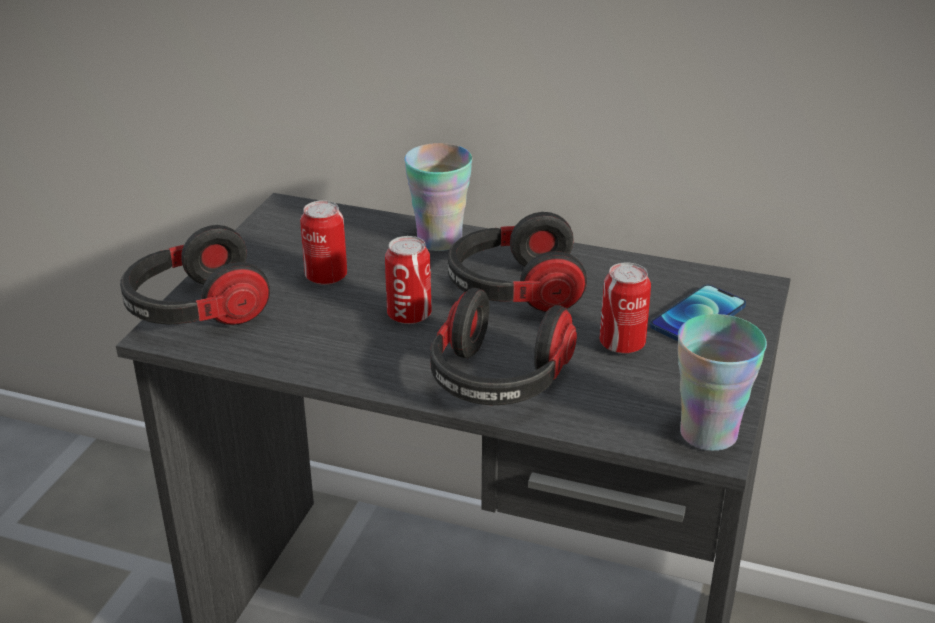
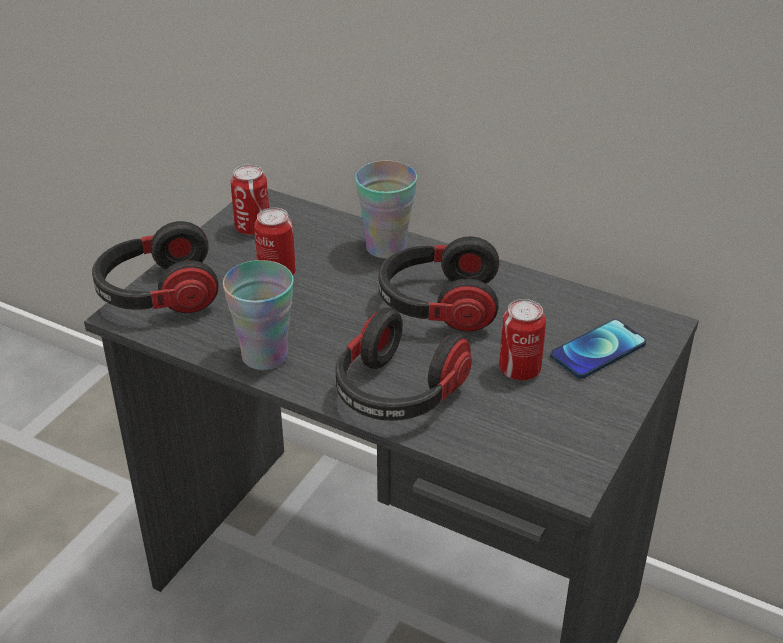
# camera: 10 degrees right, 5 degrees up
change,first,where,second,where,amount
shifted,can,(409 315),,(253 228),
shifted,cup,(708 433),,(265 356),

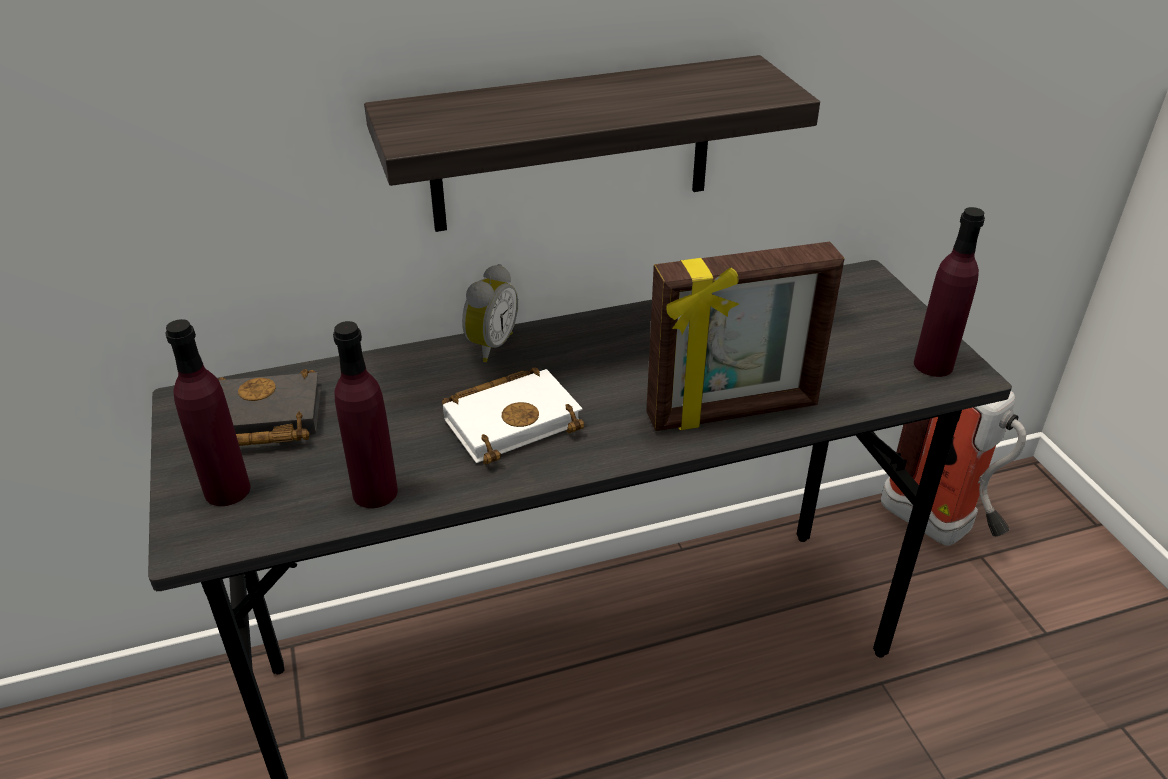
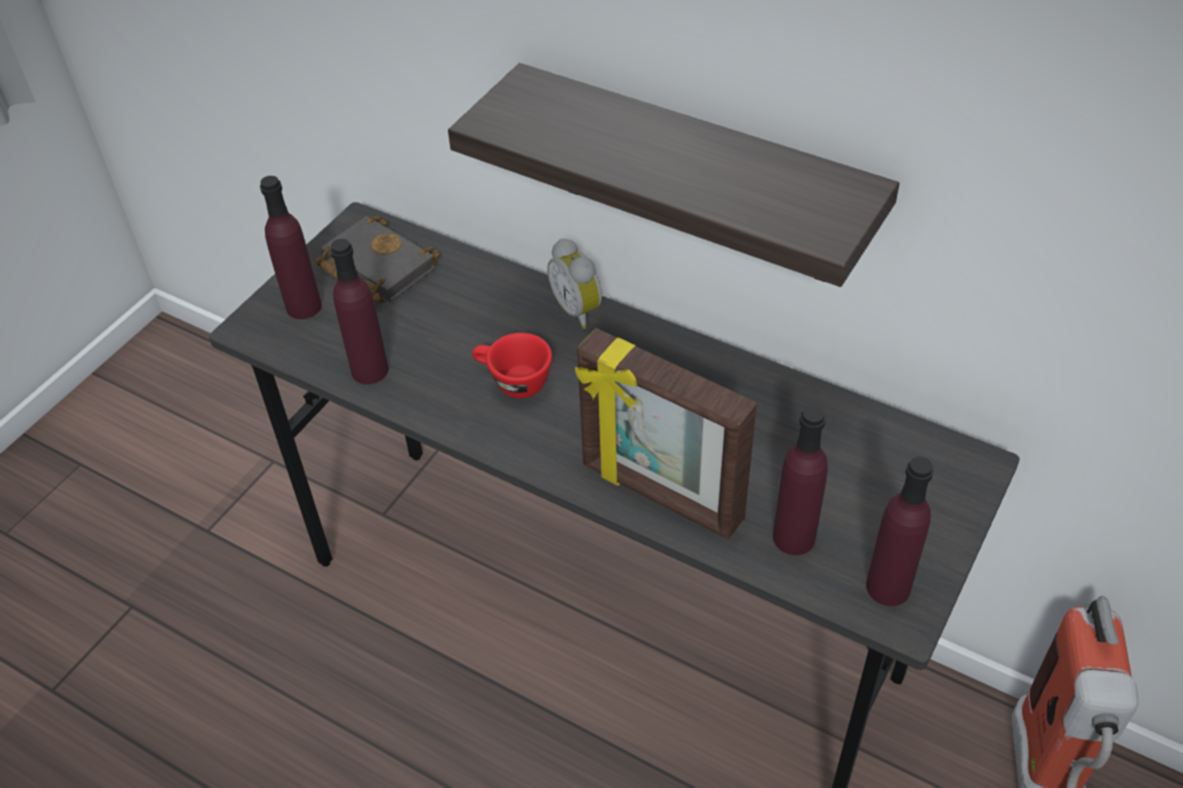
# camera: 50 degrees right, 10 degrees up
change,first,where,second,where,amount
new,,,bottle in purple,(794 537),
swapped,book in white,(513 419),cup in red,(512 382),
rotated,alarm clock,(489 345),,(579 310),75 degrees clockwise

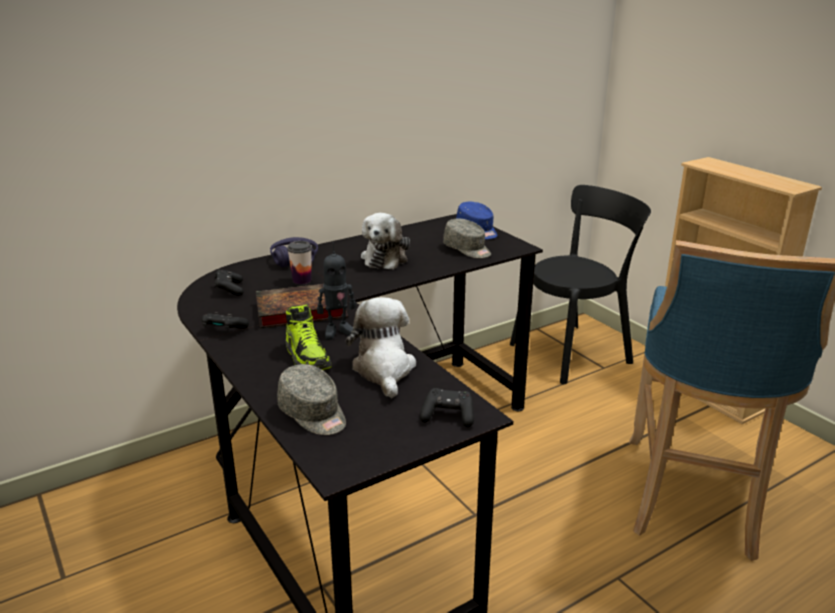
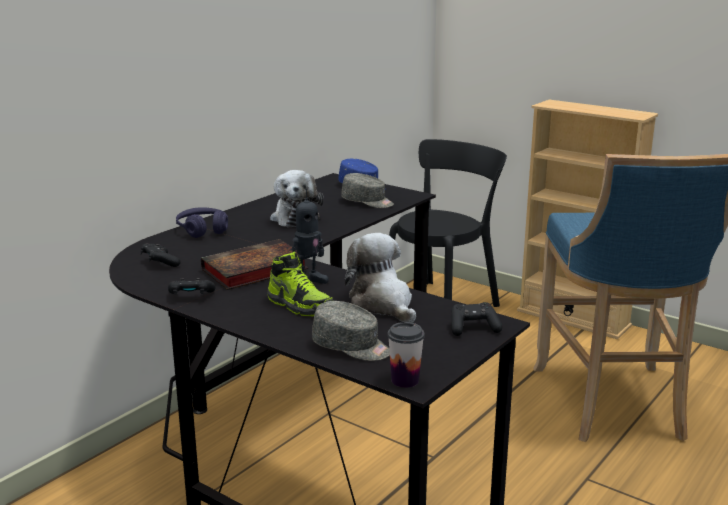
# camera: 20 degrees left, 5 degrees down
change,first,where,second,where,amount
shifted,cup,(302 280),,(405 380),

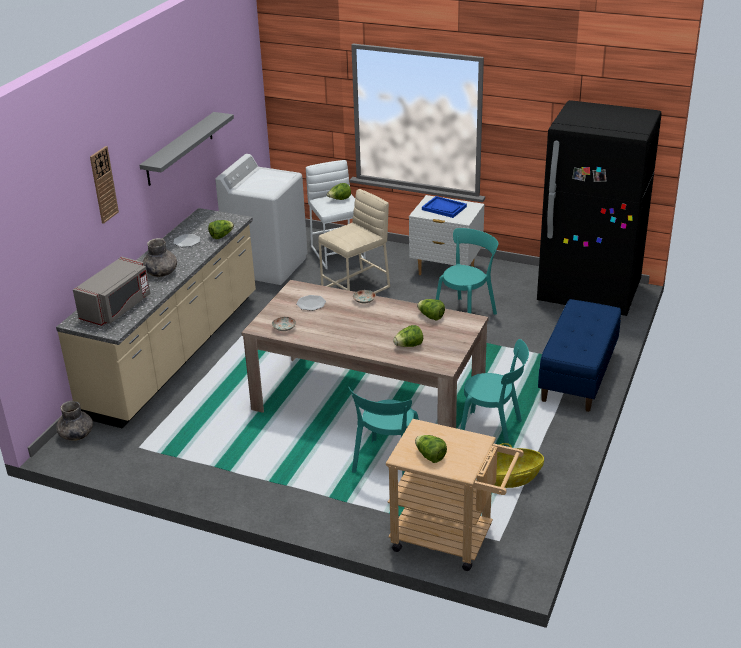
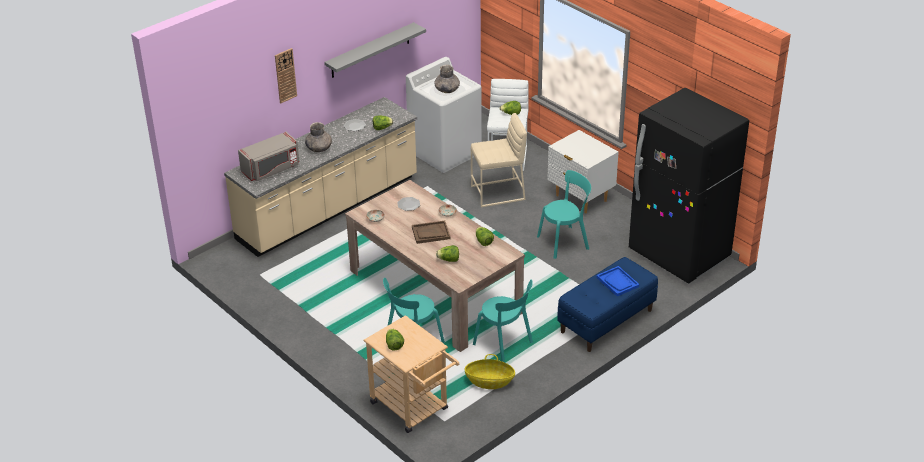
# camera: 25 degrees right, 5 degrees up
change,first,where,second,where,amount
new,,,tray in brown,(430 233),
shifted,vase in grey,(76 434),,(447 90),
shifted,tray in blue,(444 208),,(617 282),

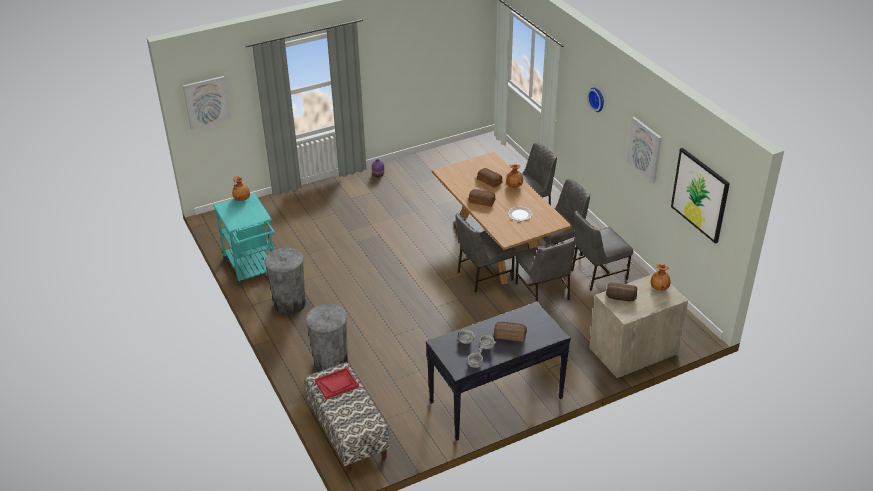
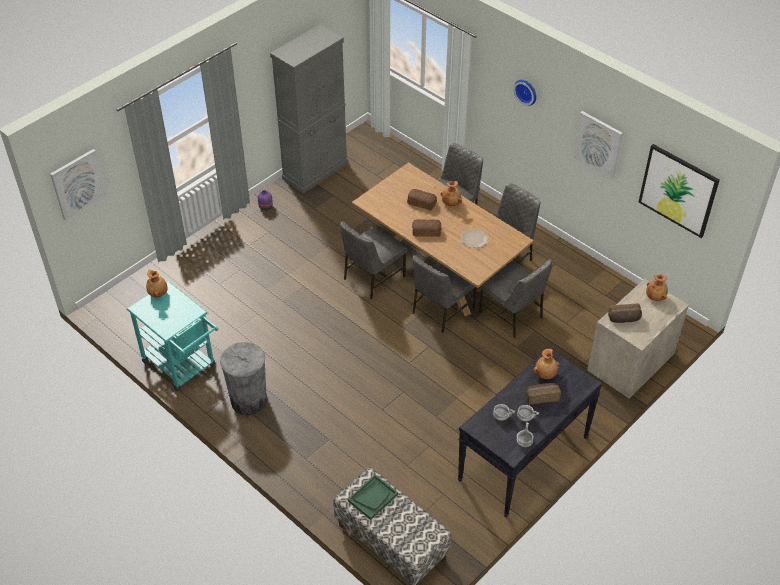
# camera: 20 degrees left, 10 degrees up
change,first,where,second,where,amount
gone,trash can in grey,(331 363),,,
new,,,cabinet in grey,(315 171),
new,,,vase in brown,(545 374),
shifted,chair in grey,(597 274),,(372 277),
repainted,tray in red,(336 384),tray in green,(373 497),

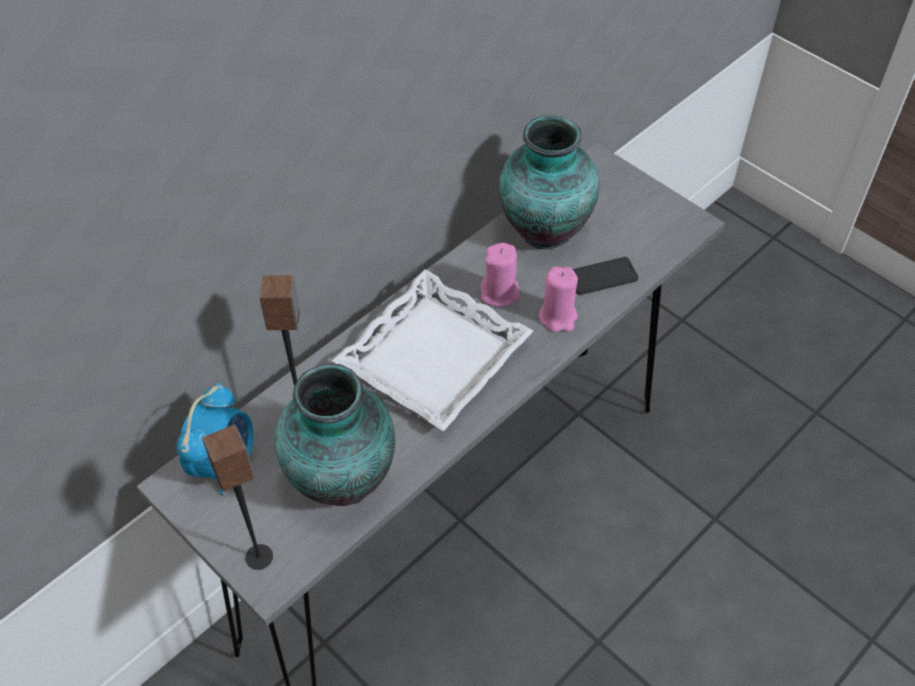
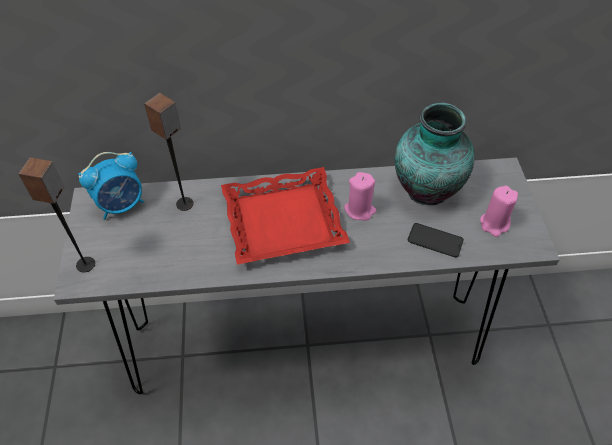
# camera: 40 degrees right, 0 degrees up
change,first,where,second,where,amount
gone,vase,(341 476),,,
shifted,candle in pink,(558 317),,(494 224),
repainted,tray in white,(433 356),tray in red,(283 220),

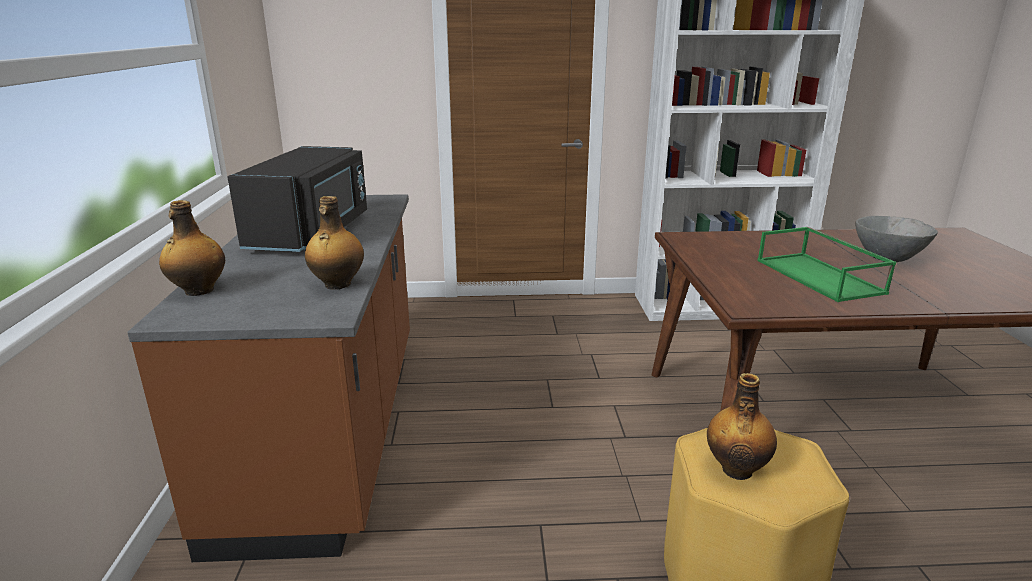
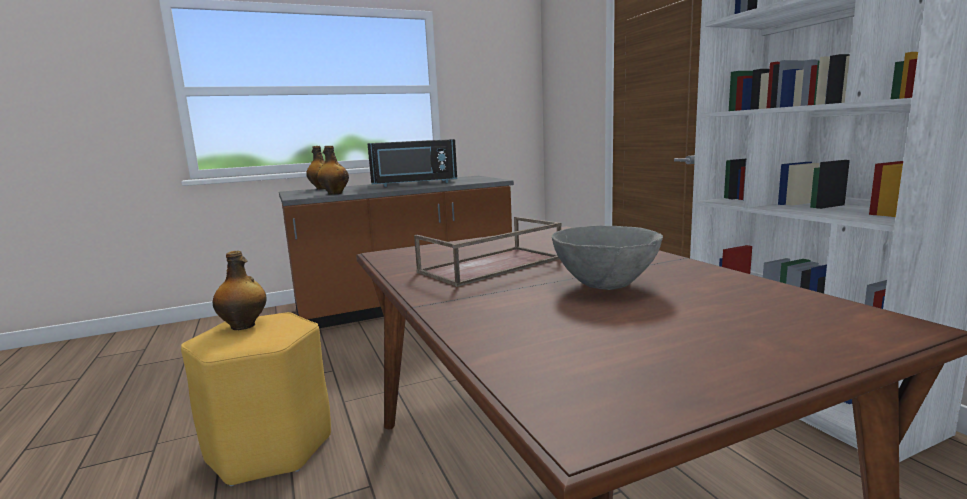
# camera: 70 degrees right, 10 degrees down
change,first,where,second,where,amount
repainted,tray in green,(820 276),tray in brown,(491 266),

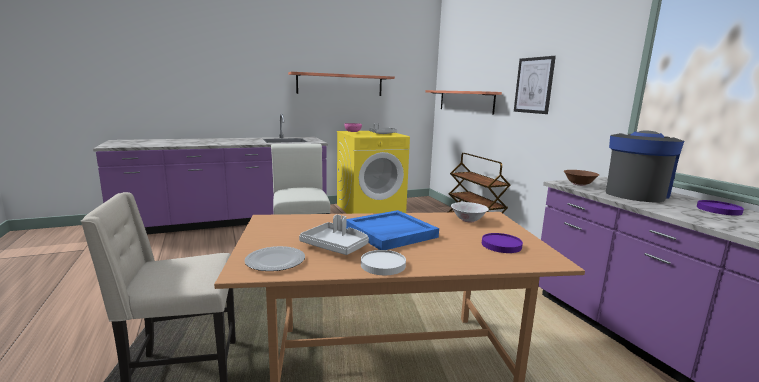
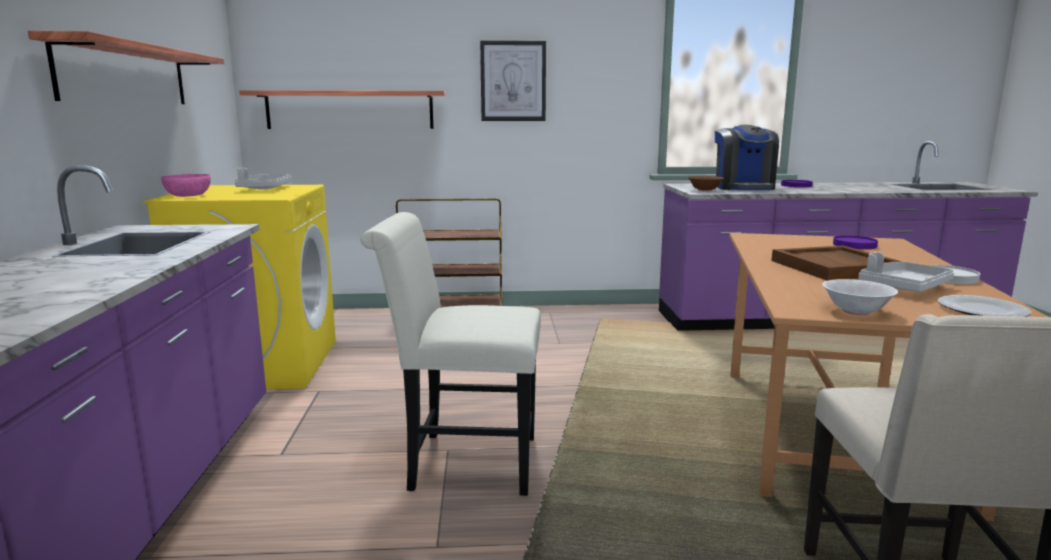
# camera: 70 degrees left, 0 degrees up
change,first,where,second,where,amount
shifted,bowl in white,(468 220),,(856 311),
repainted,tray in blue,(390 233),tray in brown,(836 267),
rotated,coffee machine,(635 193),,(743 187),150 degrees counterclockwise

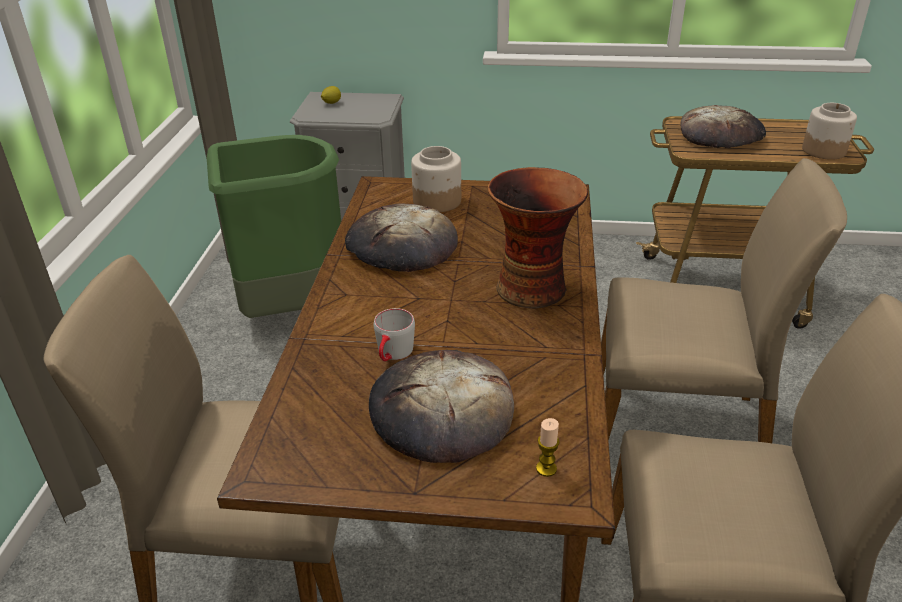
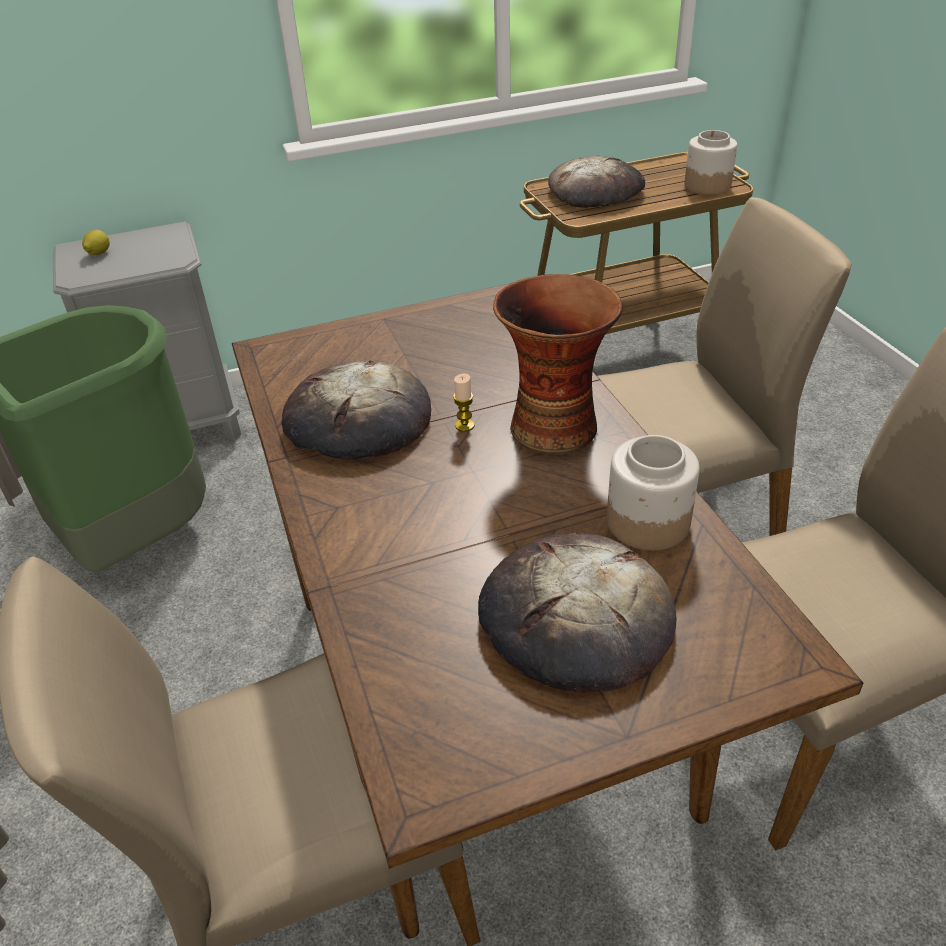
# camera: 25 degrees left, 5 degrees up
change,first,where,second,where,amount
gone,mug in grey,(393 355),,,
shifted,jar,(436 201),,(647 522),
shifted,candle,(546 468),,(464 425),

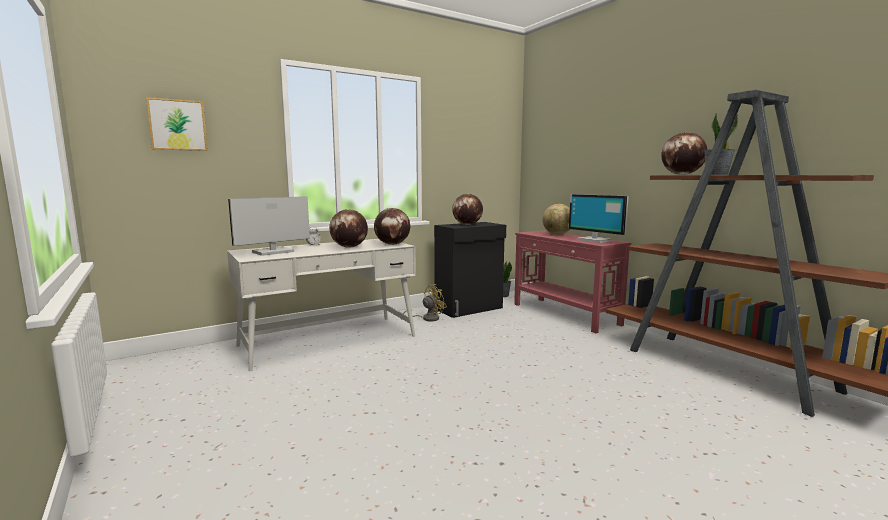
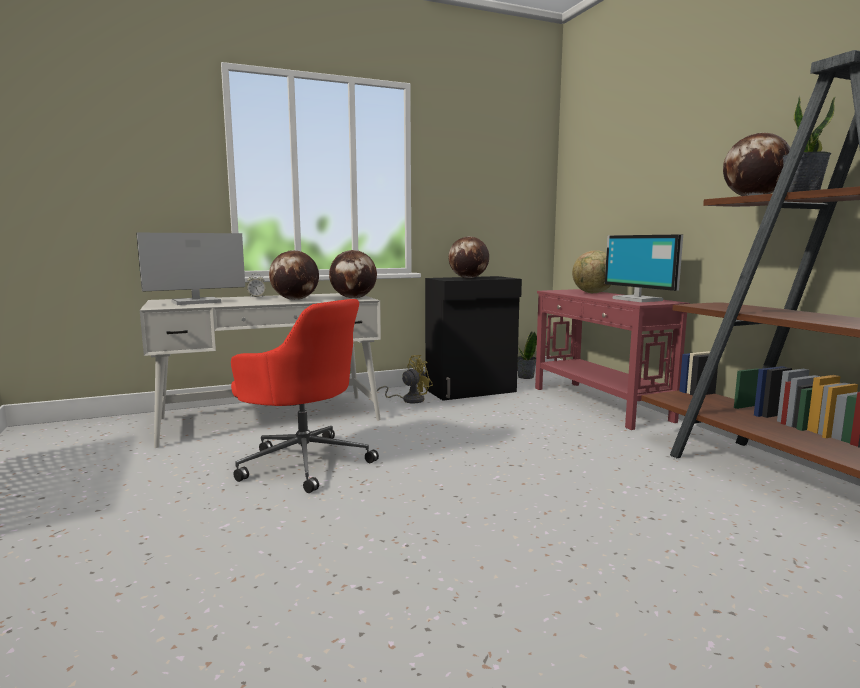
# camera: 10 degrees right, 0 degrees up
change,first,where,second,where,amount
gone,picture,(177 125),,,
new,,,office chair in red,(304 462),

